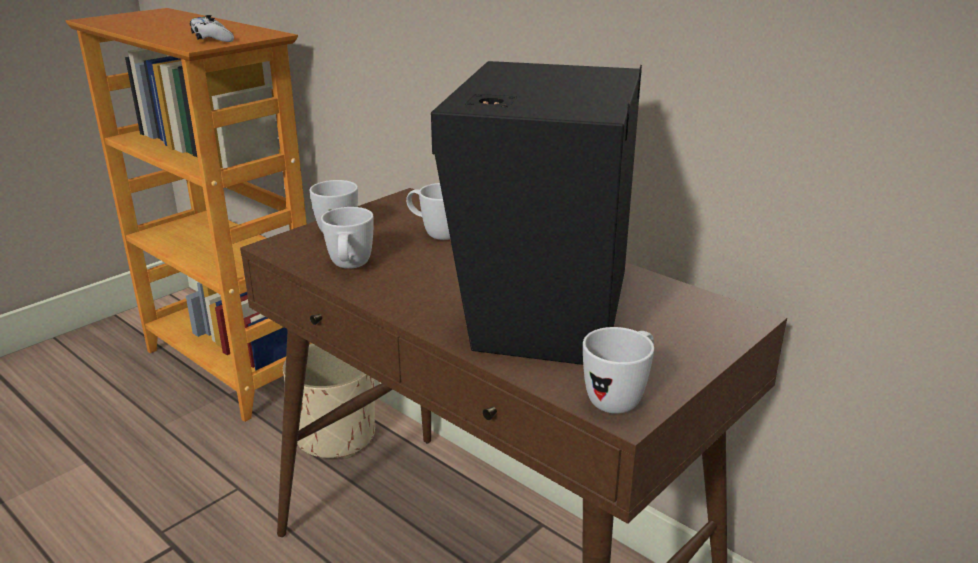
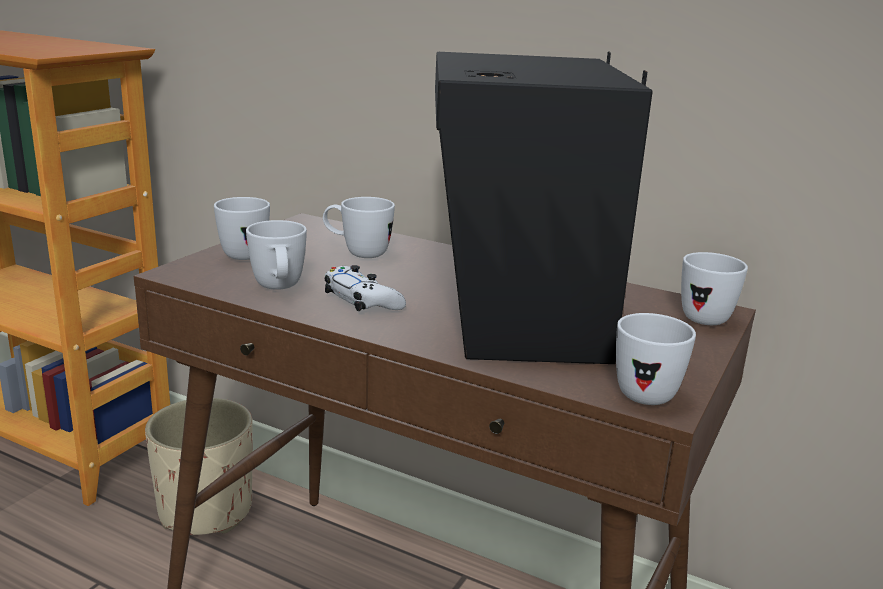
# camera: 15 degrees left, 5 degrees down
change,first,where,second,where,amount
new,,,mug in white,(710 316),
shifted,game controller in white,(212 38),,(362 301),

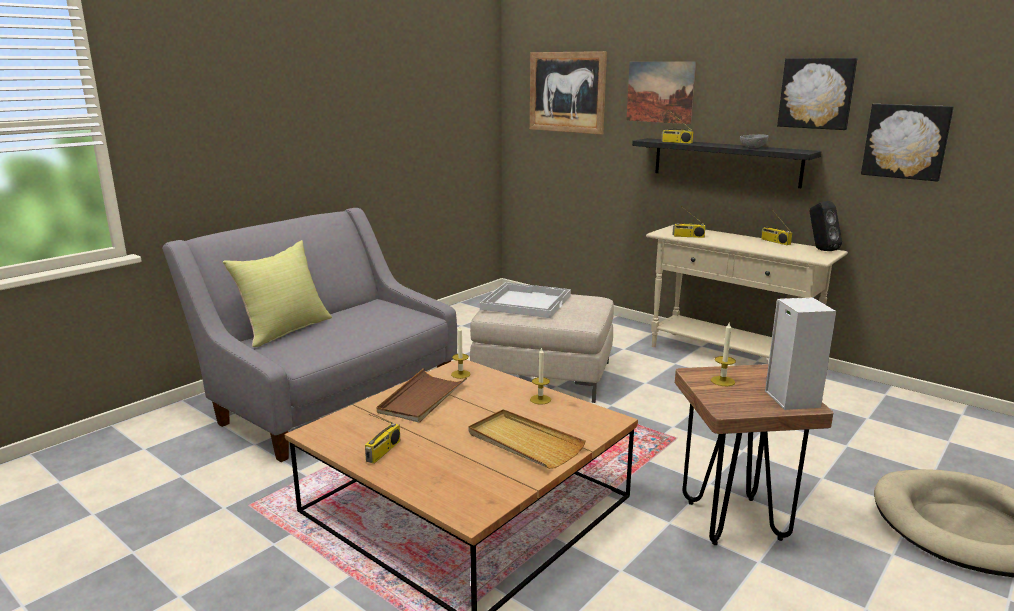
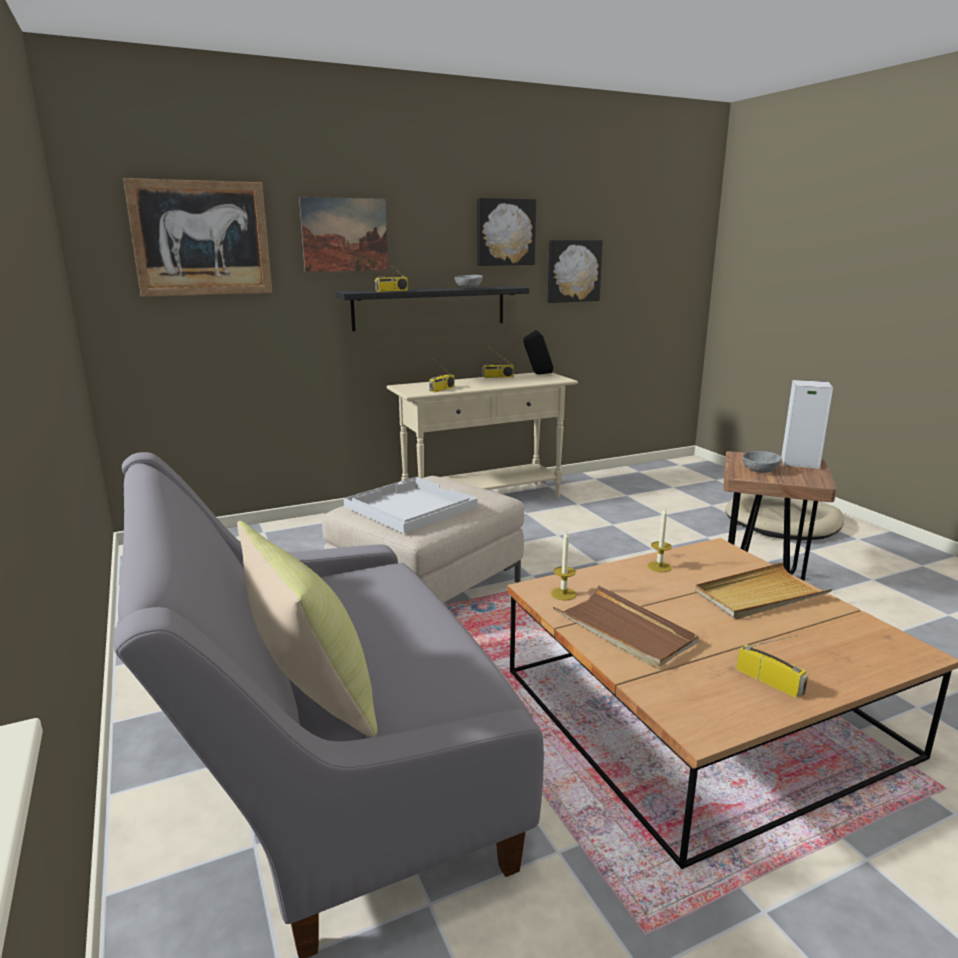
# camera: 65 degrees left, 0 degrees up
change,first,where,second,where,amount
swapped,candle,(722 381),bowl in grey,(760 471),

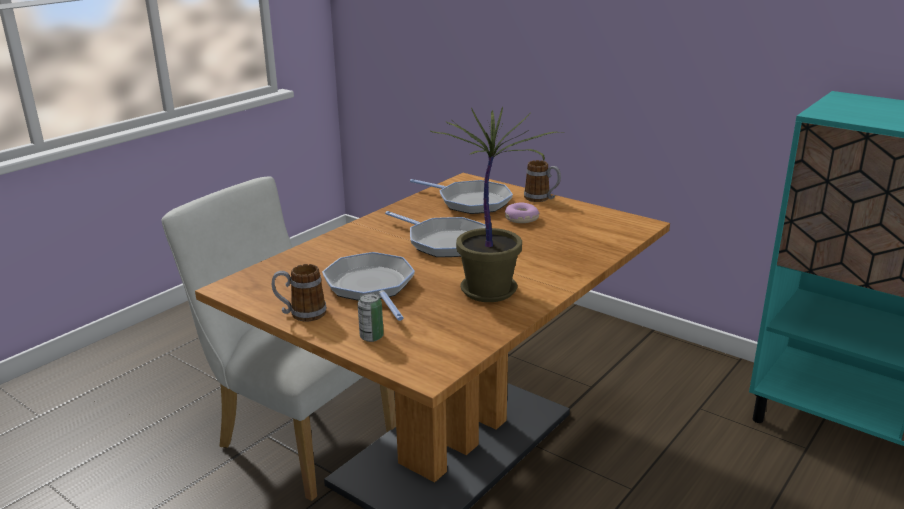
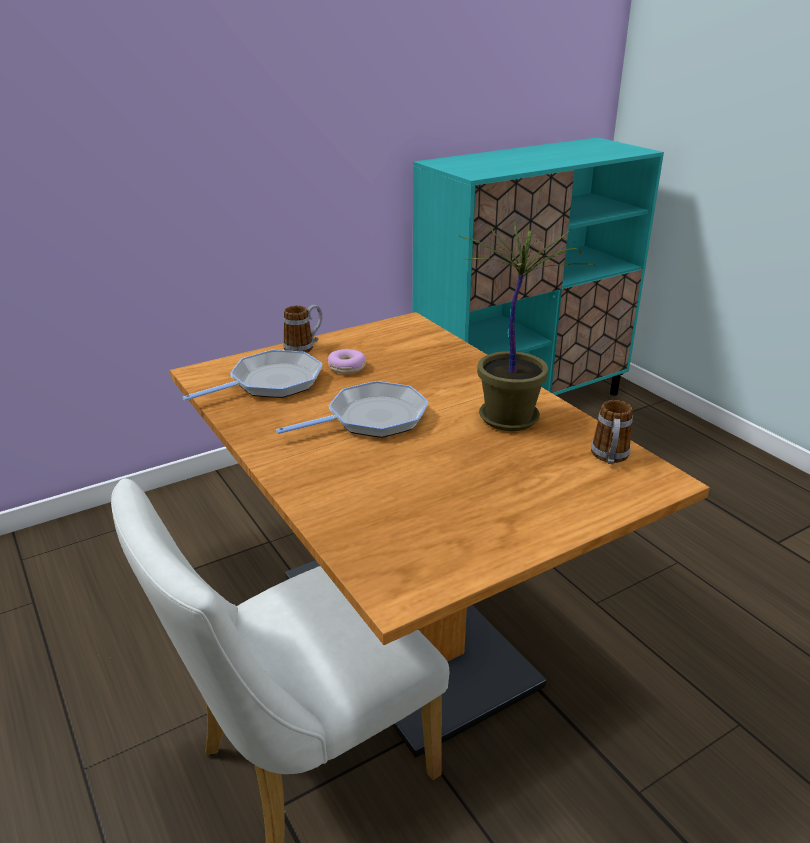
# camera: 70 degrees left, 5 degrees up
change,first,where,second,where,amount
gone,frying pan,(371 287),,,
gone,can,(371 337),,,
shifted,mug,(301 314),,(609 458),

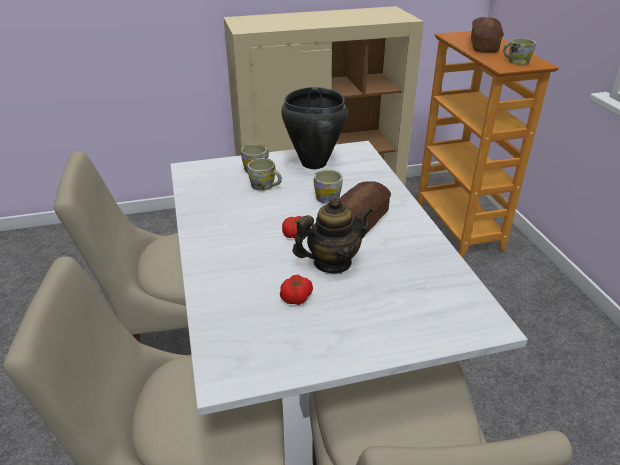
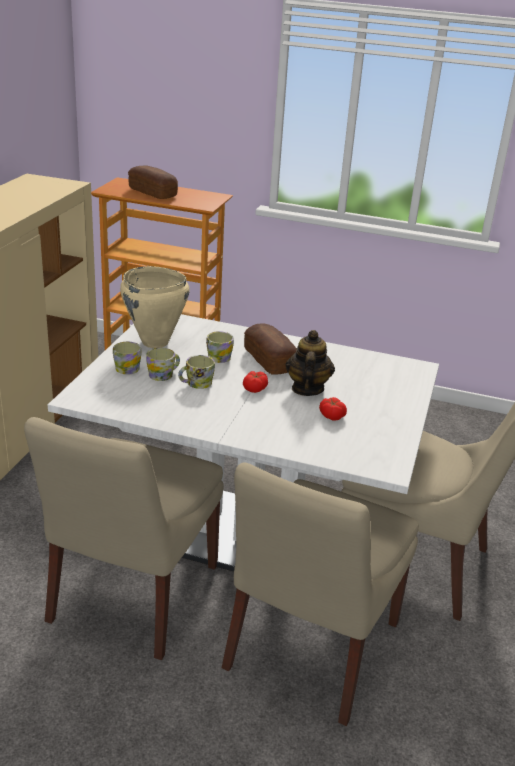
# camera: 60 degrees left, 5 degrees down
change,first,where,second,where,amount
shifted,mug,(515 61),,(196 383),
repainted,cooking pot in black,(313 163),cooking pot in beige,(155 342),

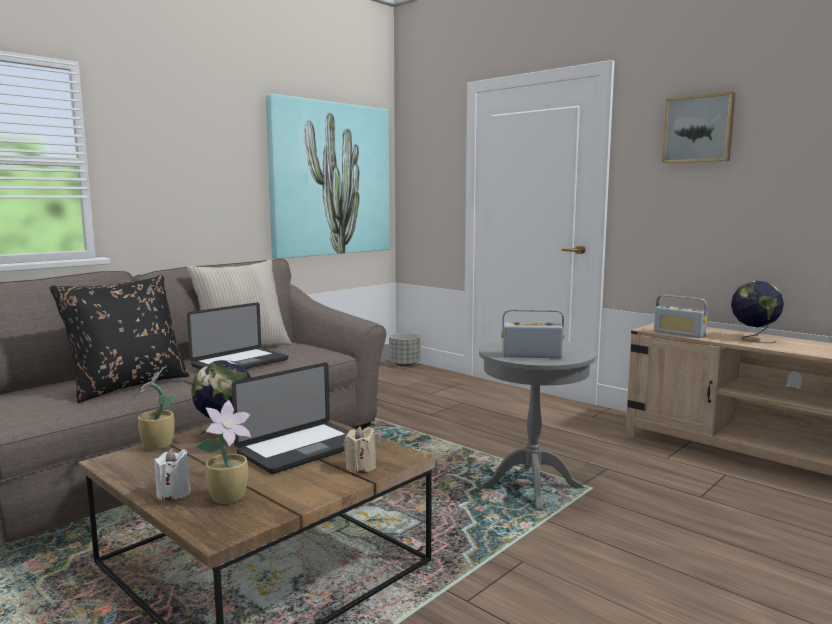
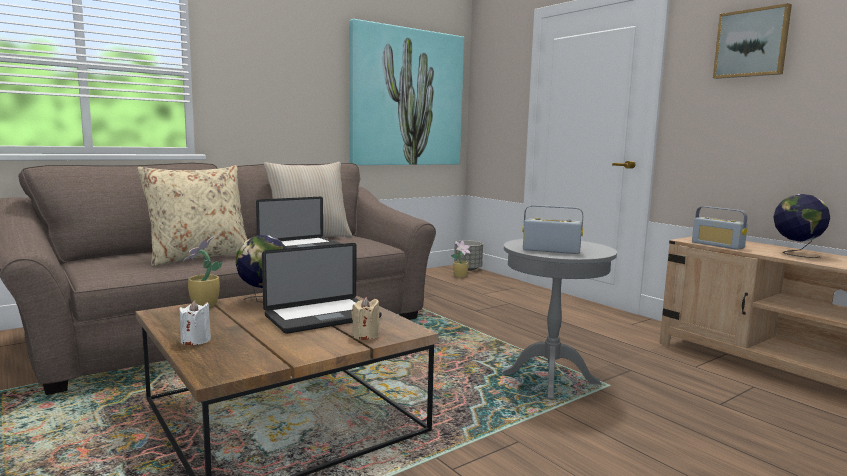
# camera: 10 degrees right, 0 degrees up
change,first,where,second,where,amount
shifted,potted plant,(230 497),,(461 276),
repainted,pillow in black,(127 385),pillow in beige,(199 257),

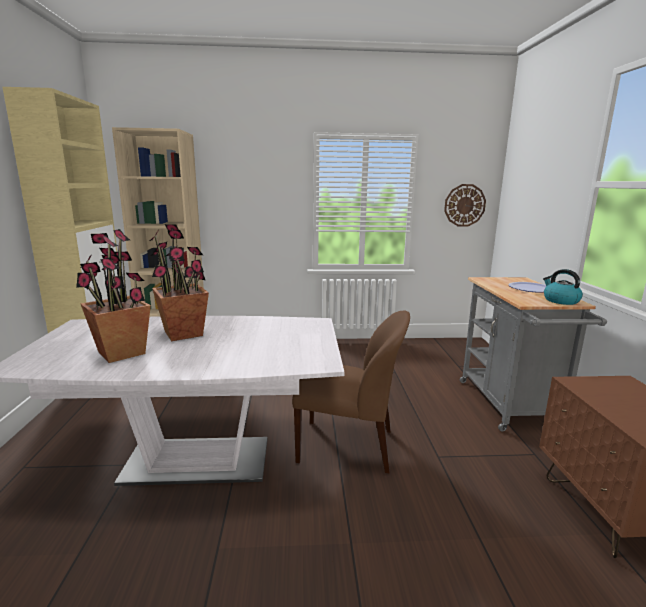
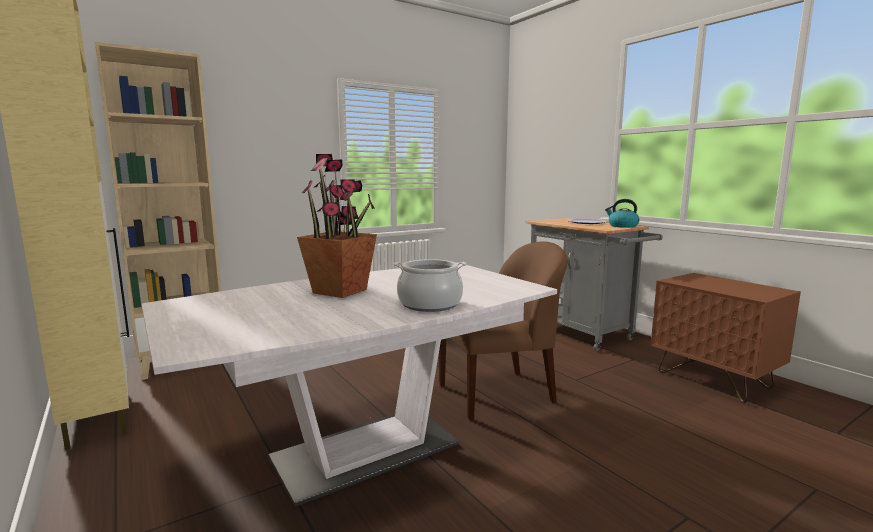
# camera: 30 degrees left, 5 degrees down
change,first,where,second,where,amount
gone,potted plant,(121 353),,,
gone,wall clock,(464 205),,,
new,,,cooking pot,(430 304),

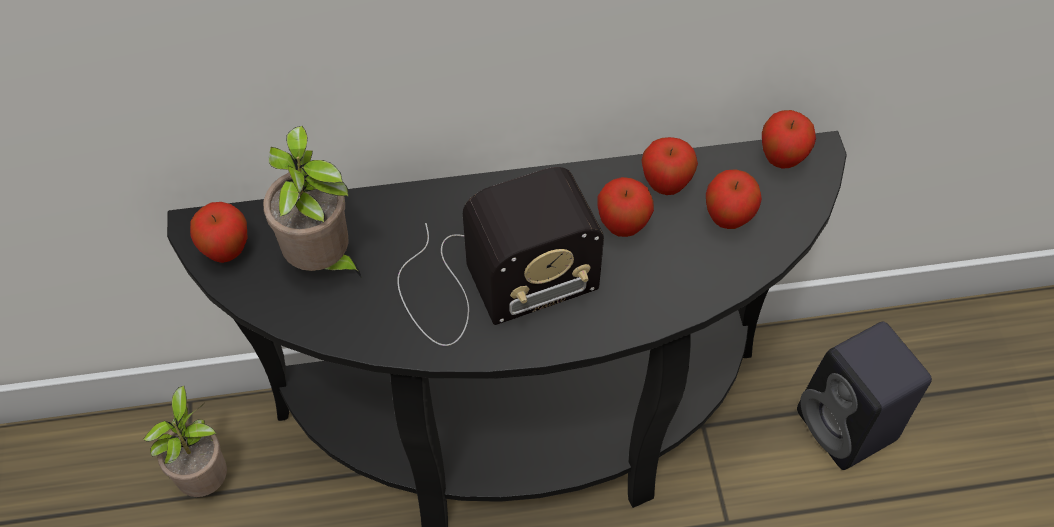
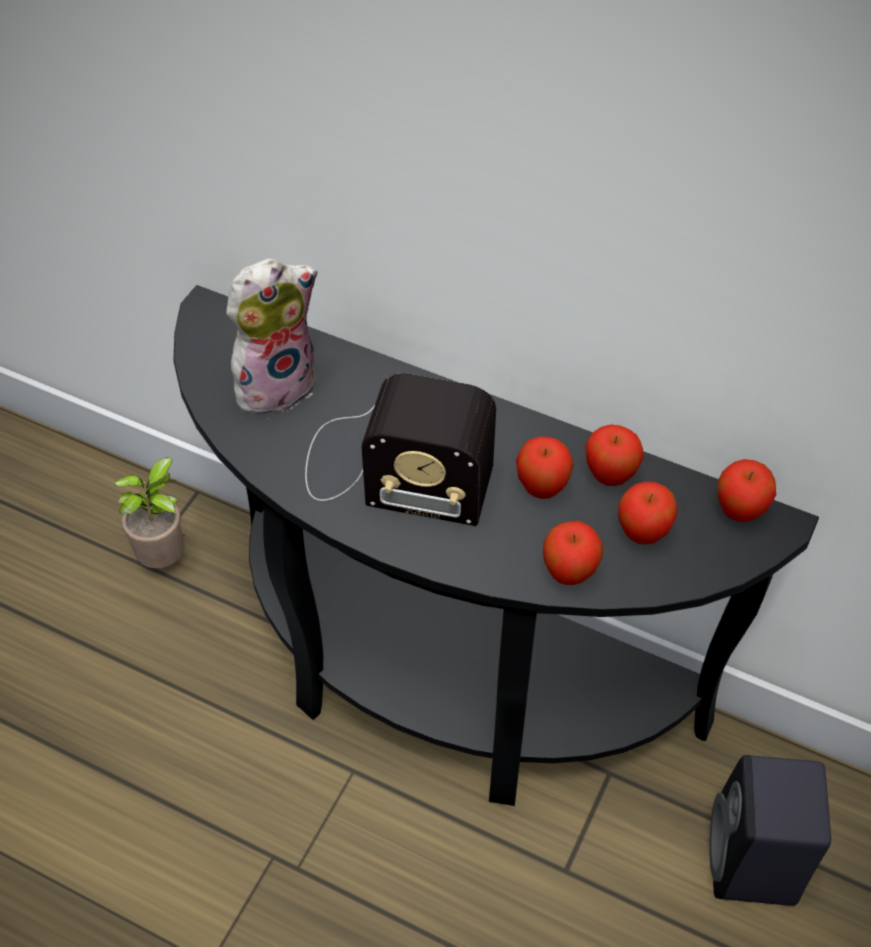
# camera: 35 degrees right, 5 degrees down
change,first,where,second,where,amount
shifted,apple,(227 251),,(569 573),
swapped,potted plant,(323 261),plush toy,(276 383),

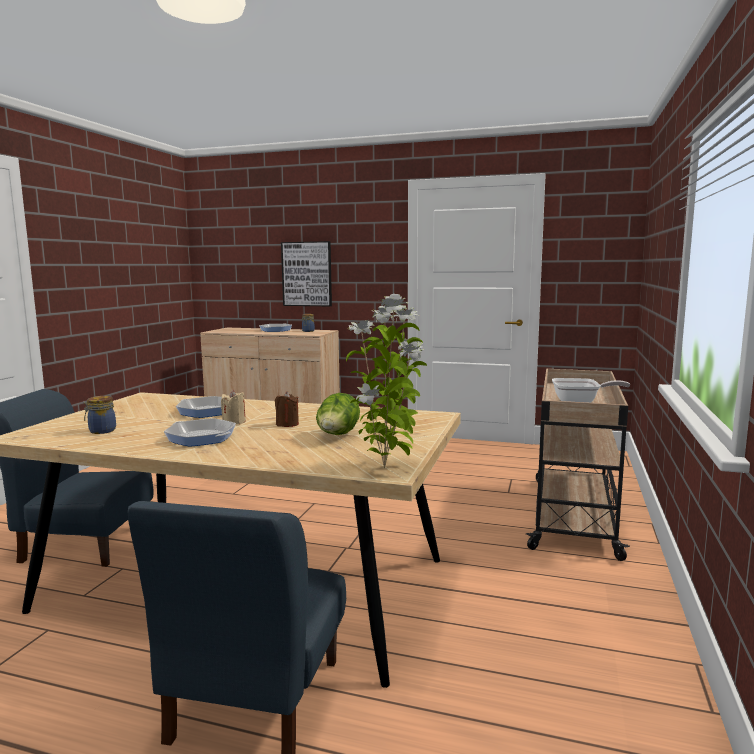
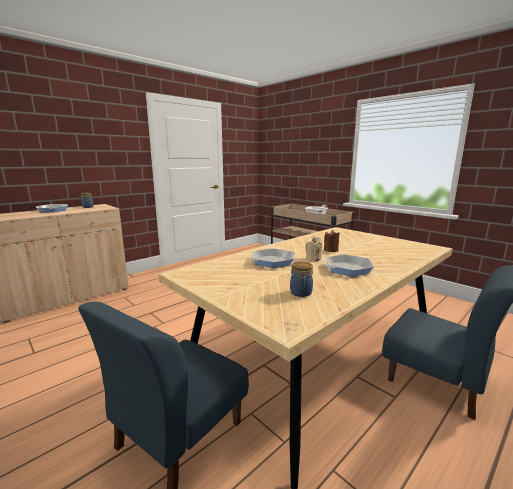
# camera: 60 degrees left, 5 degrees up
change,first,where,second,where,amount
gone,picture,(307 274),,,
gone,lettuce,(337 436),,,
gone,potted plant,(387 467),,,

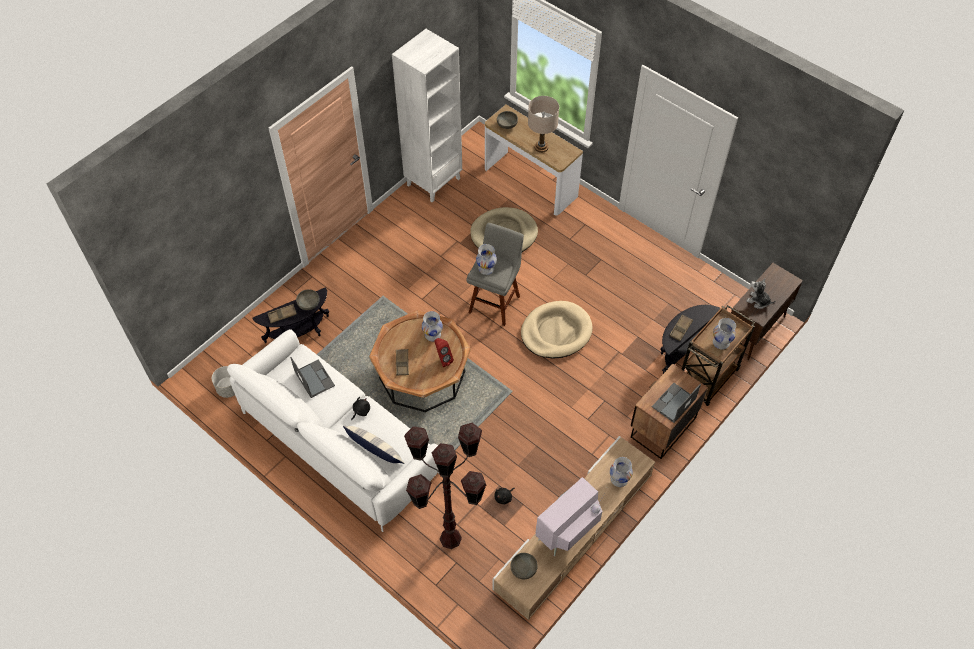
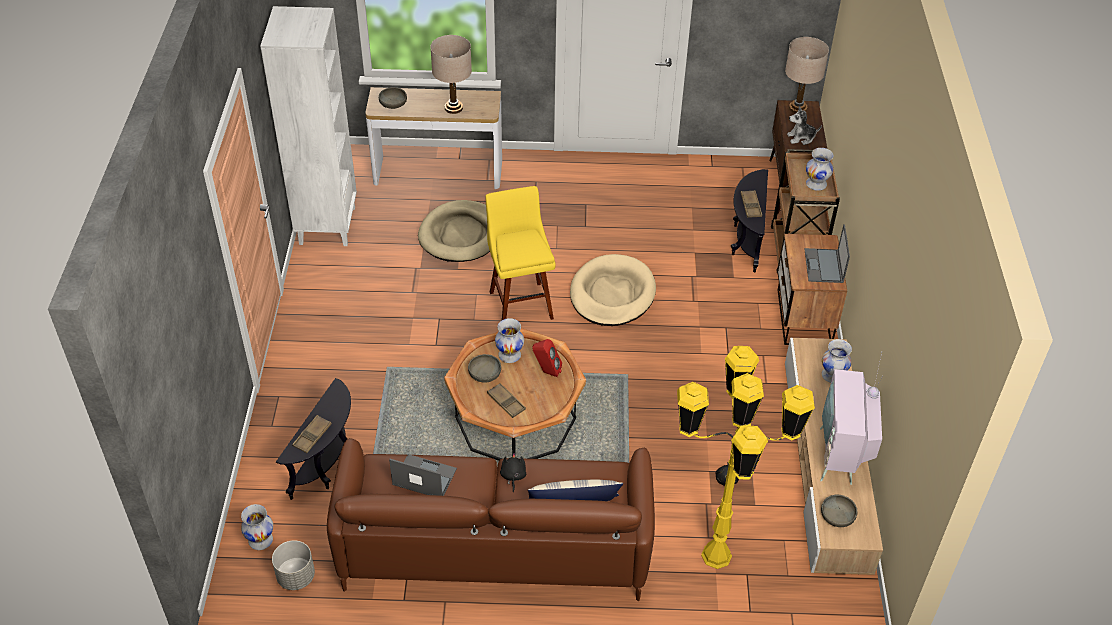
# camera: 40 degrees left, 10 degrees down
change,first,where,second,where,amount
new,,,table lamp in beige,(798 108),
shifted,bowl in grey,(308 304),,(485 375),
shifted,vase in white,(486 269),,(260 541),
repainted,sofa in white,(339 442),sofa in brown,(494 544),
repainted,floor lamp in brown,(450 538),floor lamp in yellow,(715 556),
repainted,stool in grey,(495 302),stool in yellow,(520 302),

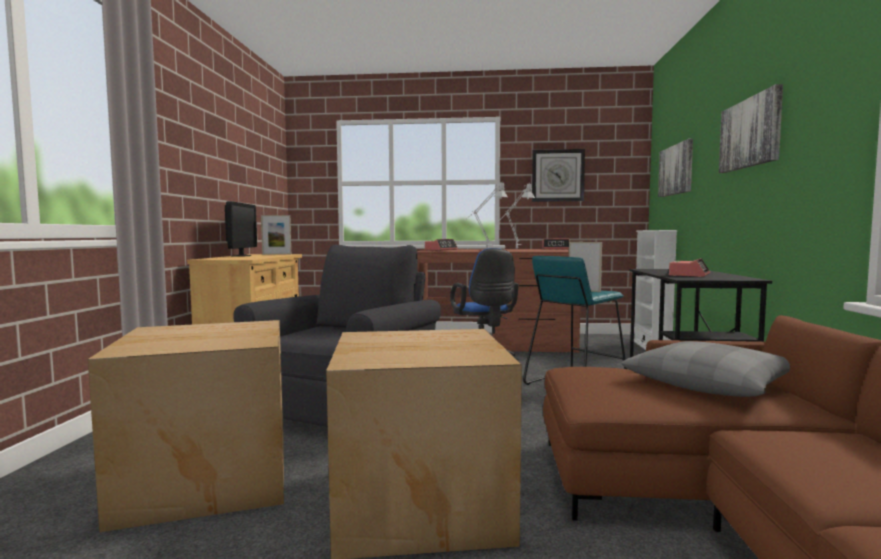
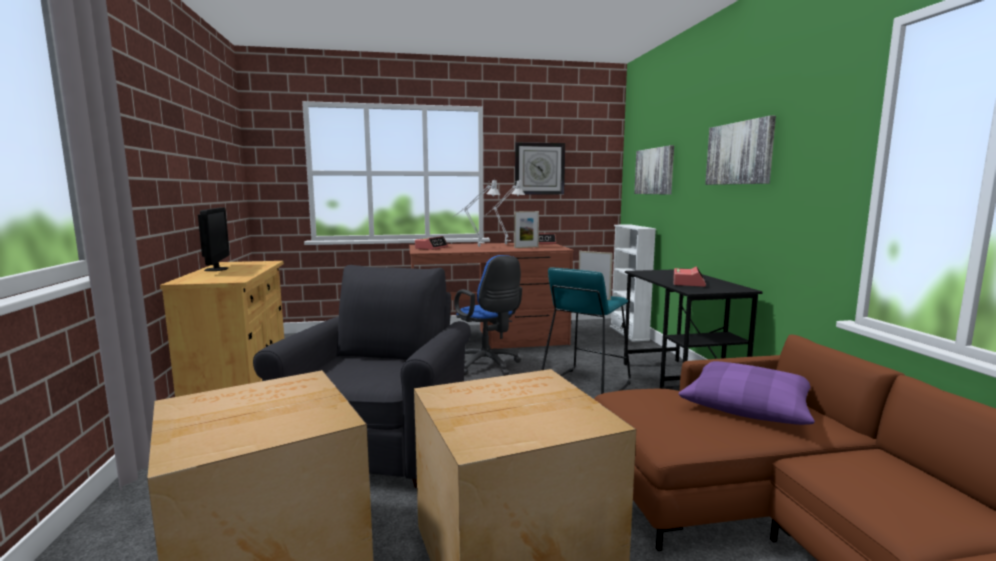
# camera: 15 degrees left, 5 degrees up
change,first,where,second,where,amount
shifted,picture frame,(276 254),,(526 247),
repainted,pillow in grey,(711 383),pillow in purple,(748 404),

